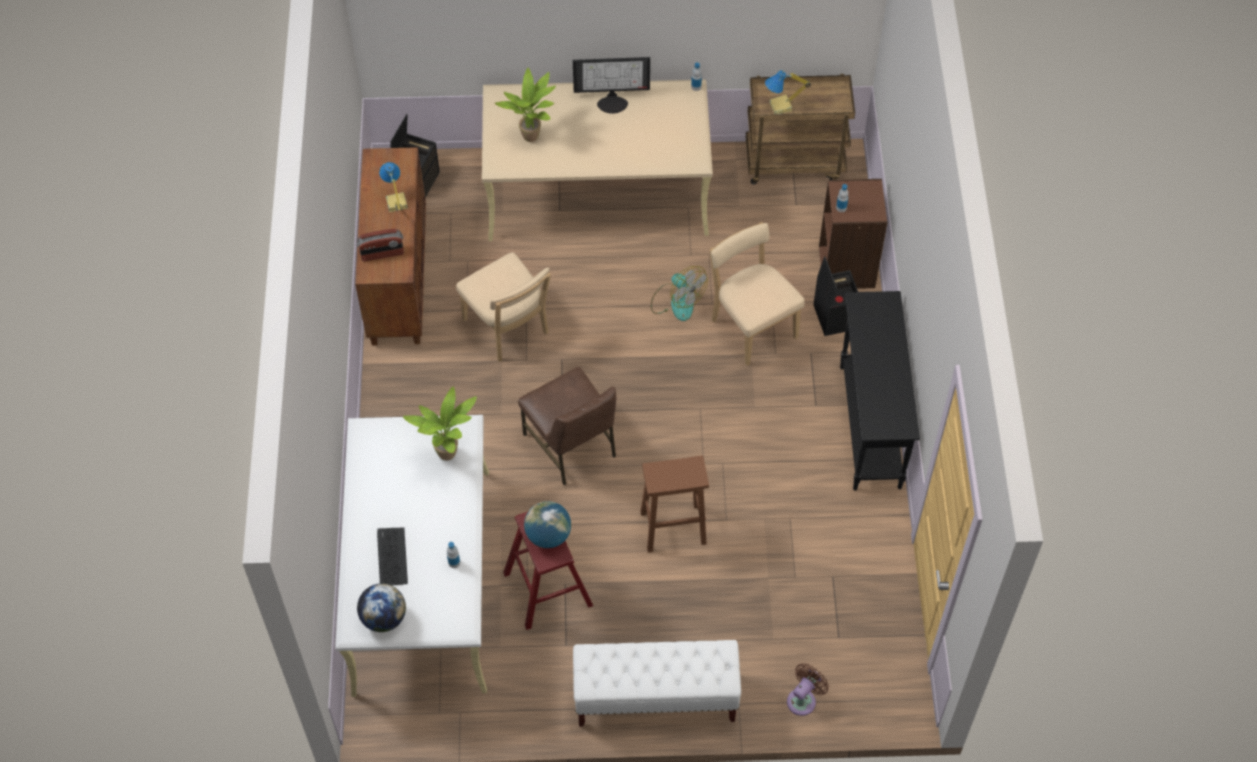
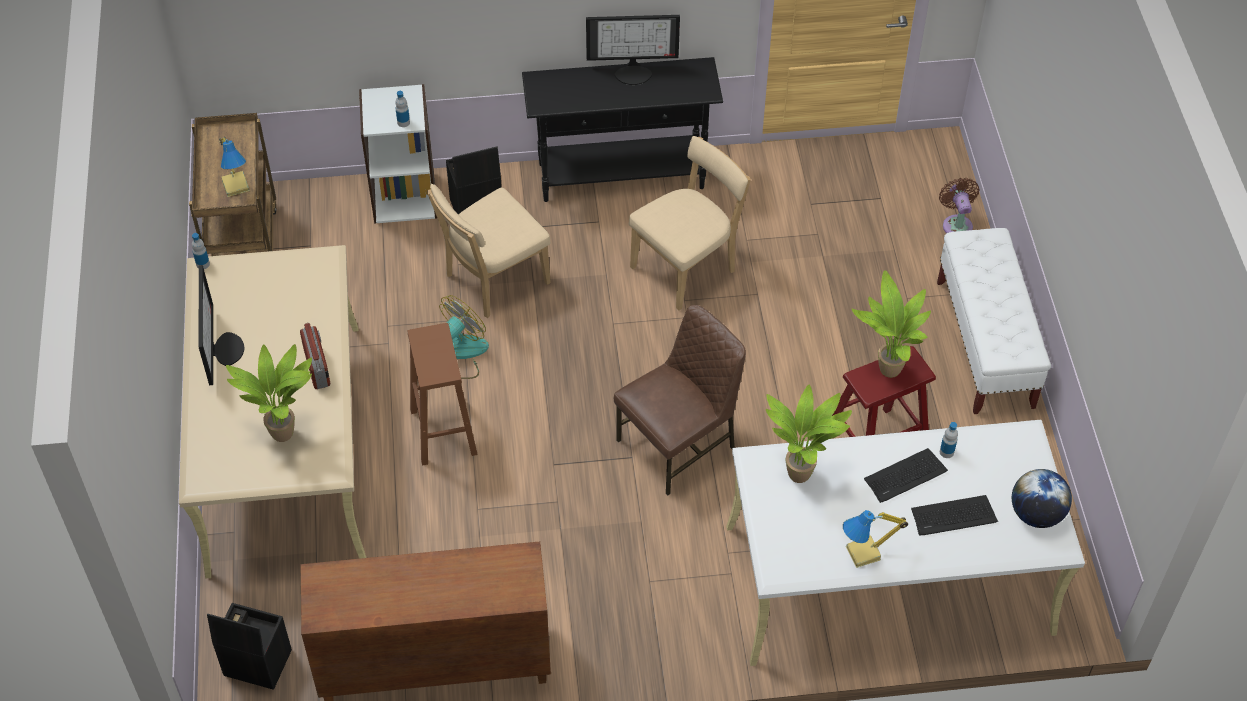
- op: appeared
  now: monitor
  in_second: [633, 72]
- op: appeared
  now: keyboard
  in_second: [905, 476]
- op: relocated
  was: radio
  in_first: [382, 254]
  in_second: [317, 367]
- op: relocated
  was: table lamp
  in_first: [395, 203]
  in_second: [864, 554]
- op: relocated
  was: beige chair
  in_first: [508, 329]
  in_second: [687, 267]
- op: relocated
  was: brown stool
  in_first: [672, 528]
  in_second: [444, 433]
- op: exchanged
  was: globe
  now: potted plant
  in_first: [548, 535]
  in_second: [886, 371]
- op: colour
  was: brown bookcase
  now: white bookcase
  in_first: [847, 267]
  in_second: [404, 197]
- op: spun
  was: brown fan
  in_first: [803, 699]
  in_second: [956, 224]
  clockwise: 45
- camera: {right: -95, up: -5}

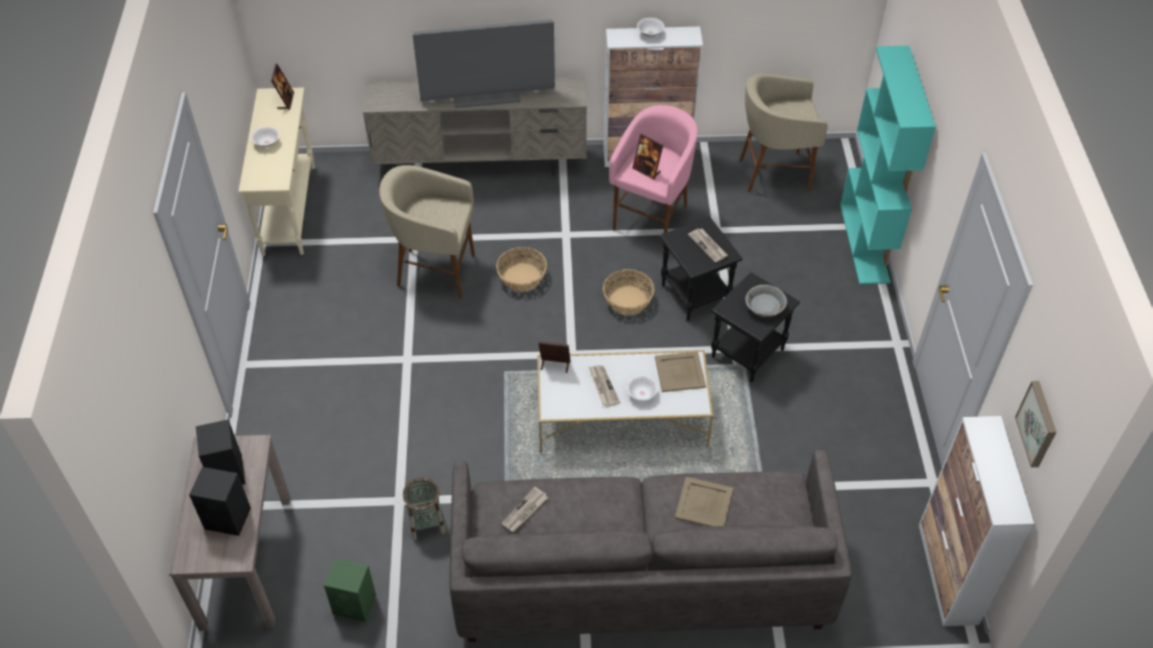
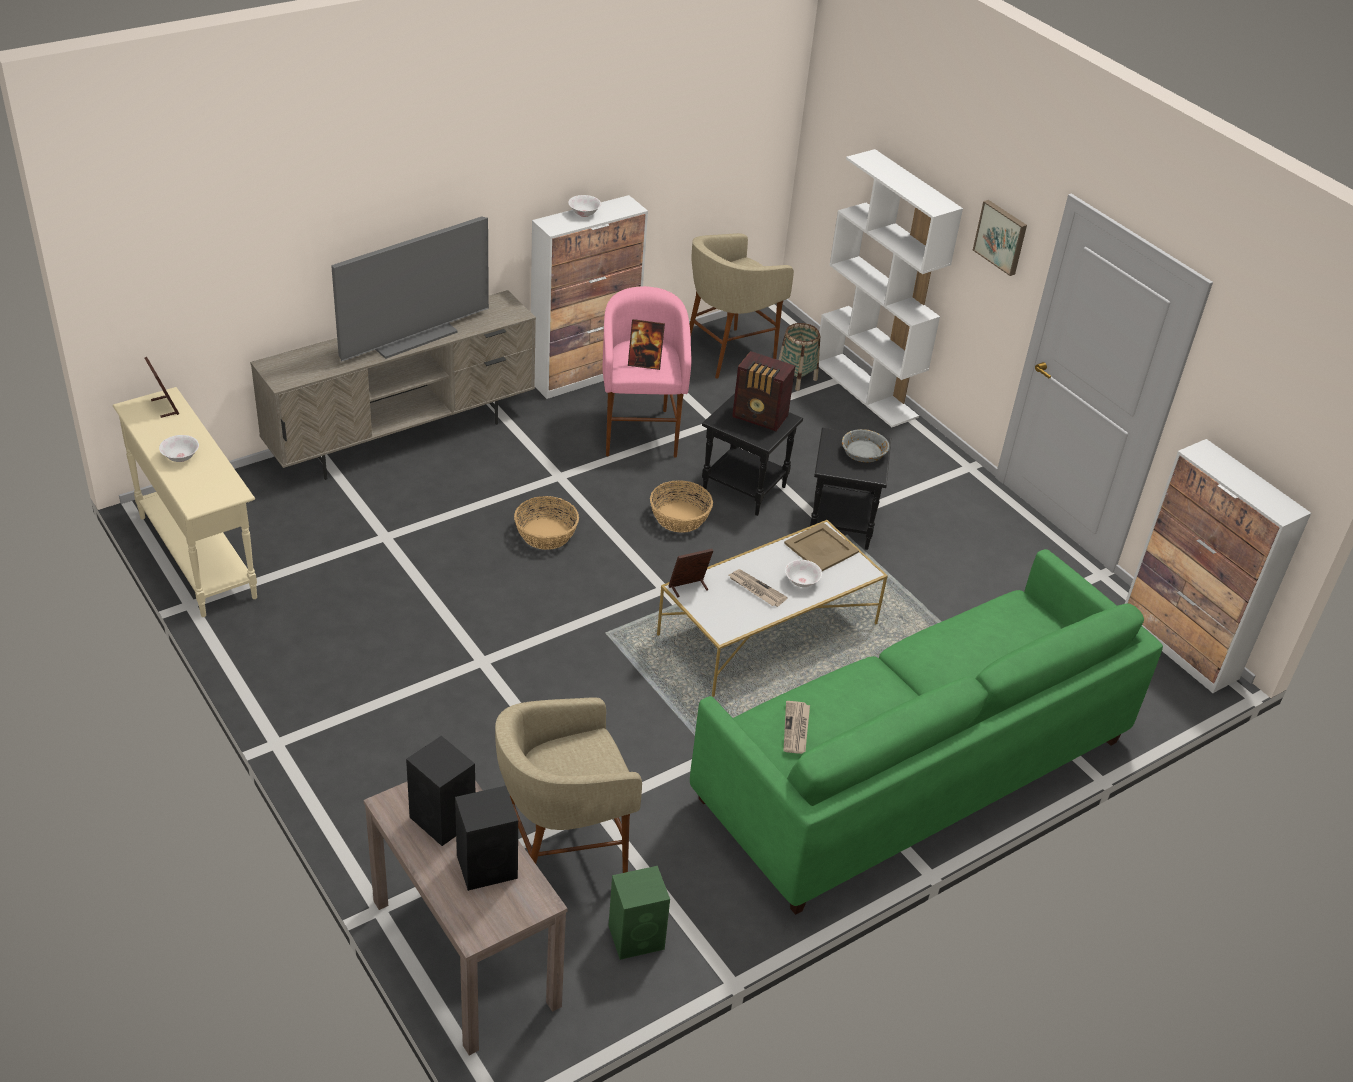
- op: missing
  was: beige tray
  in_first: [704, 503]
- op: relocated
  was: beige stool
  in_first: [435, 272]
  in_second: [561, 854]
- op: relocated
  was: basket
  in_first: [426, 523]
  in_second: [796, 378]
- op: relocated
  was: picture
  in_first: [1038, 424]
  in_second: [1001, 237]
- op: exchanged
  was: newspaper
  now: radio
  in_first: [708, 246]
  in_second: [760, 417]
- op: colour
  was: grey sofa
  now: green sofa
  in_first: [641, 575]
  in_second: [914, 769]
- op: colour
  was: turquoise bookcase
  now: white bookcase
  in_first: [865, 243]
  in_second: [866, 390]
- camera: {right: -35, up: -10}

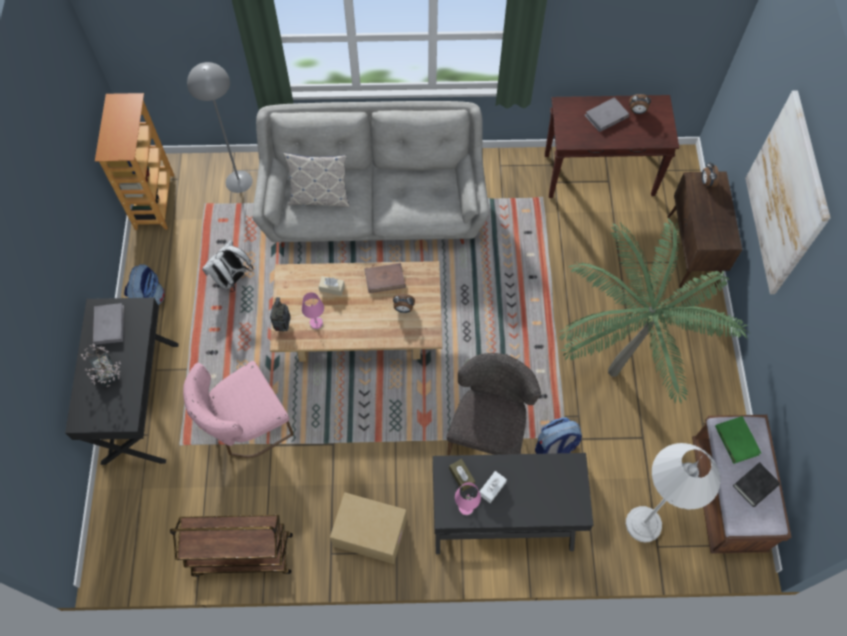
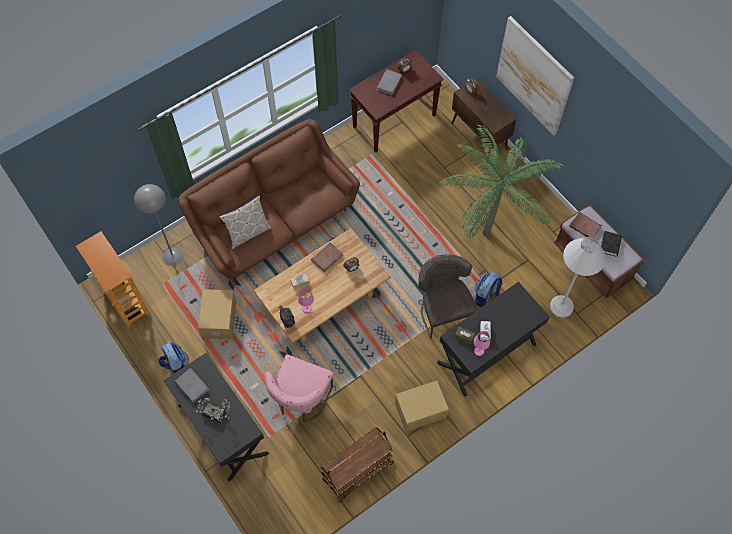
- op: exchanged
  was: white backpack
  now: cardboard box
  in_first: [232, 280]
  in_second: [220, 320]
- op: colour
  was: grey sofa
  now: brown sofa
  in_first: [374, 209]
  in_second: [274, 222]
- op: colour
  was: green book
  now: brown book
  in_first: [736, 440]
  in_second: [584, 227]
- camera: {right: -35, up: 0}

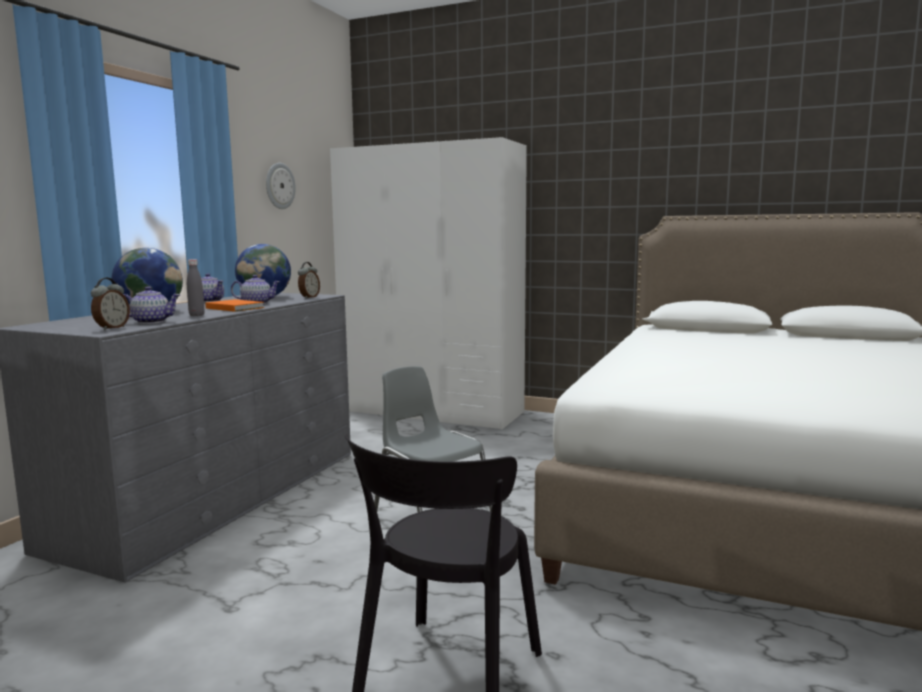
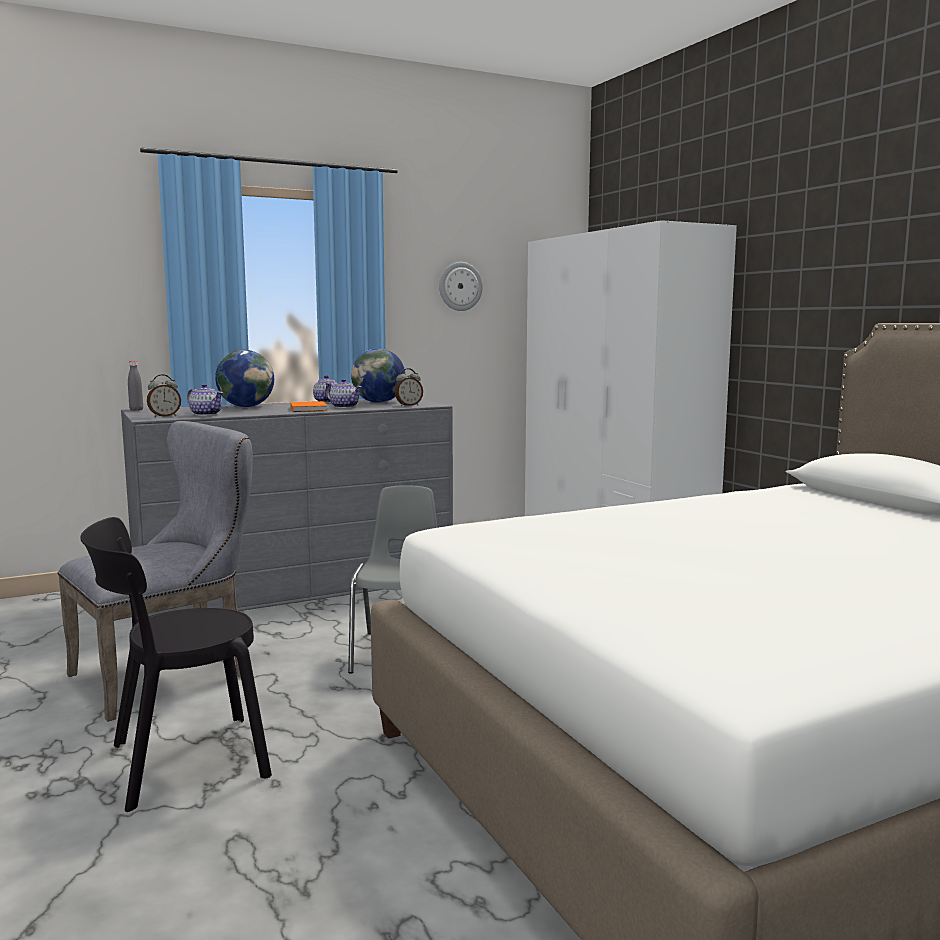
- op: appeared
  now: grey chair
  in_second: [171, 674]
- op: relocated
  was: grey bottle
  in_first: [196, 315]
  in_second: [136, 410]
- camera: {right: 40, up: 0}

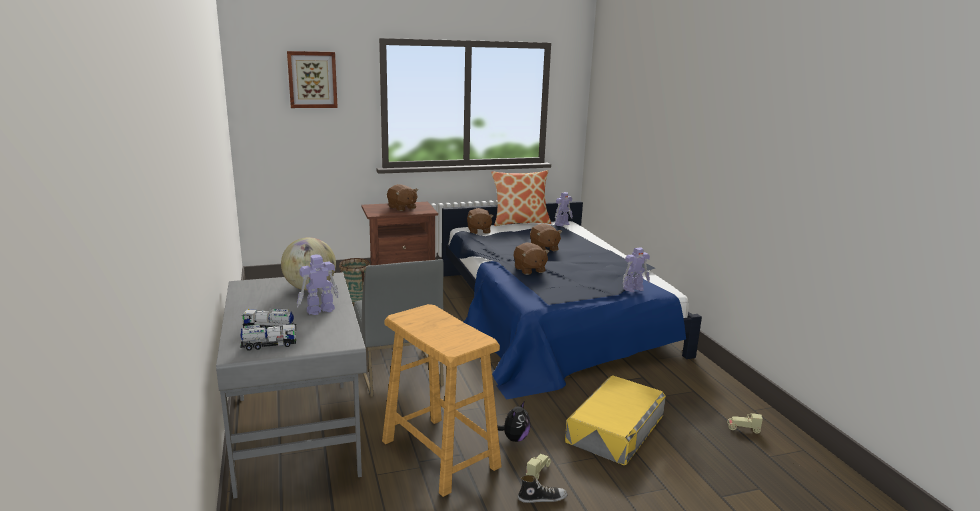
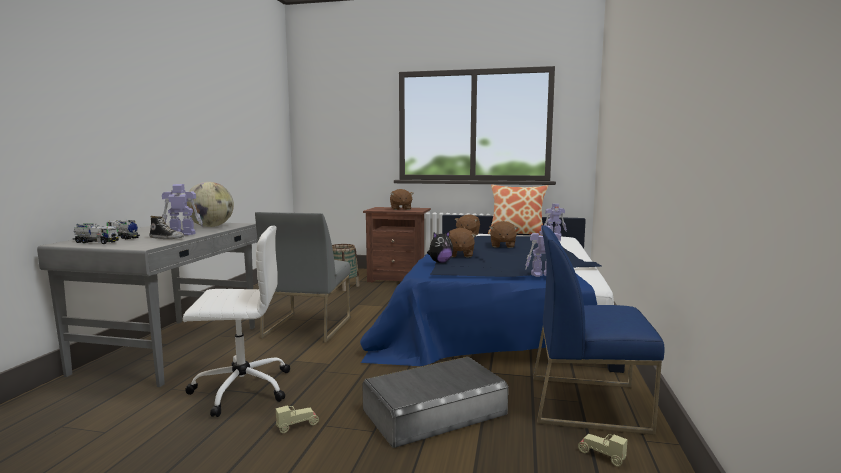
- op: missing
  was: picture
  in_first: [312, 79]
- op: appeared
  now: blue chair
  in_second: [588, 403]
- op: relocated
  was: plush toy
  in_first: [514, 438]
  in_second: [440, 262]
- op: relocated
  was: shoe
  in_first: [542, 498]
  in_second: [167, 238]
- op: exchanged
  was: beige stool
  now: white office chair
  in_first: [440, 454]
  in_second: [240, 388]
- op: colour
  was: yellow storage box
  now: grey storage box
  in_first: [615, 428]
  in_second: [434, 411]
- camera: {right: 30, up: -10}

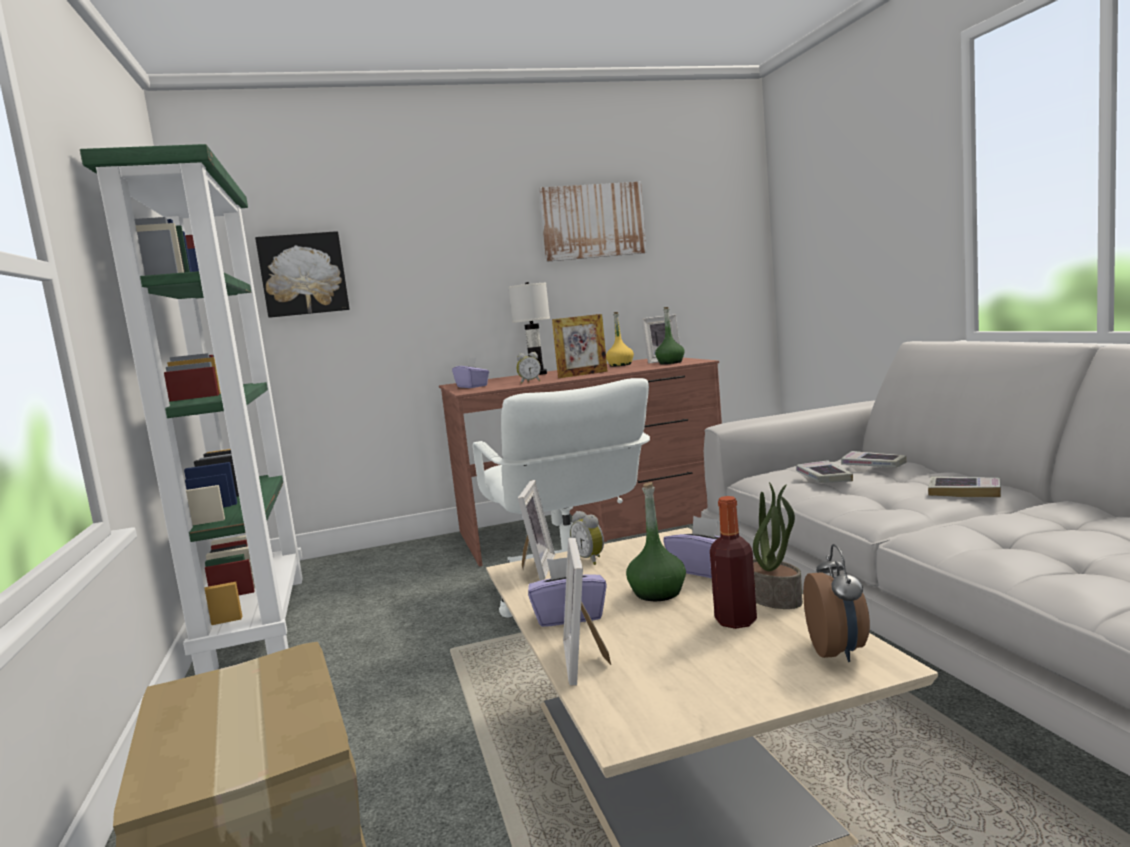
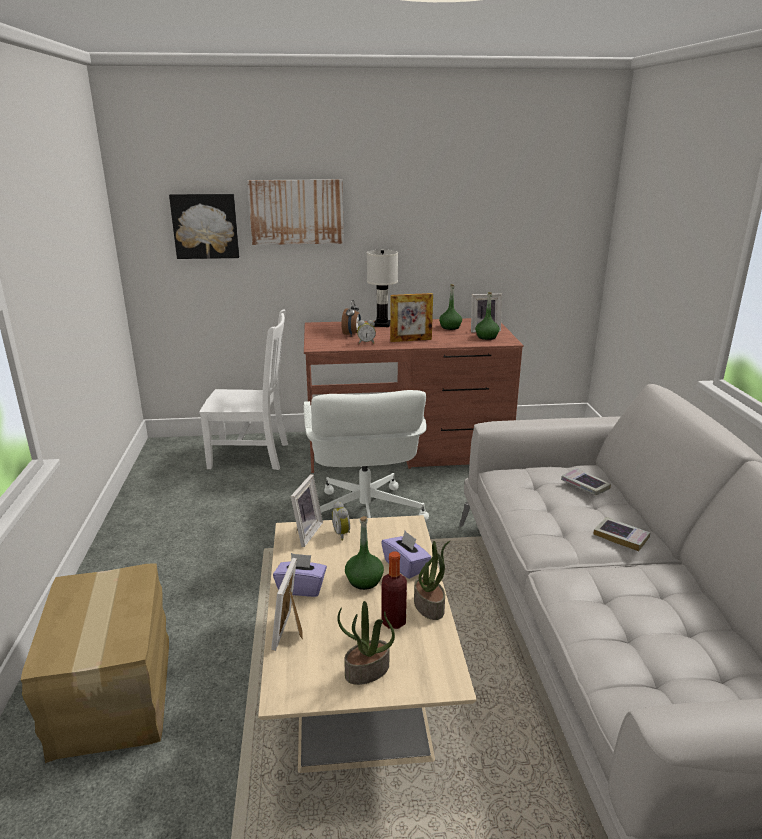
- op: missing
  was: green bookcase
  in_first: [255, 621]
- op: missing
  was: purple tissue box
  in_first: [472, 386]
- op: missing
  was: book
  in_first: [823, 477]
- op: appeared
  now: white chair
  in_second: [252, 456]
- op: appeared
  now: potted plant
  in_second: [367, 671]
- op: relocated
  was: picture
  in_first: [592, 221]
  in_second: [296, 212]
- op: relocated
  was: alarm clock
  in_first: [838, 652]
  in_second: [352, 334]
- op: colour
  was: yellow bottle
  now: green bottle
  in_first: [620, 365]
  in_second: [450, 327]
- camera: {right: 10, up: 15}

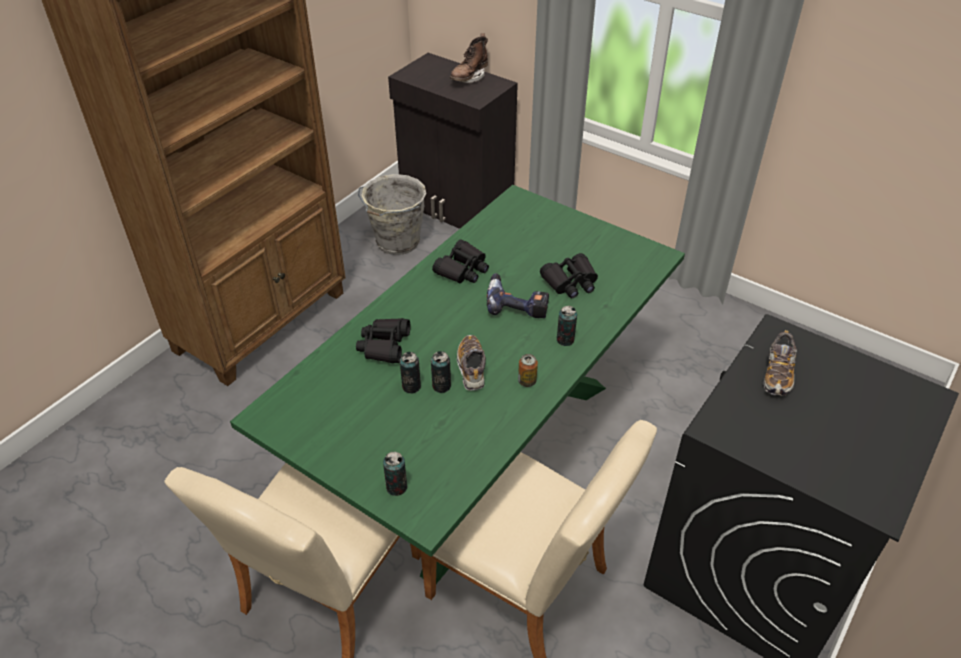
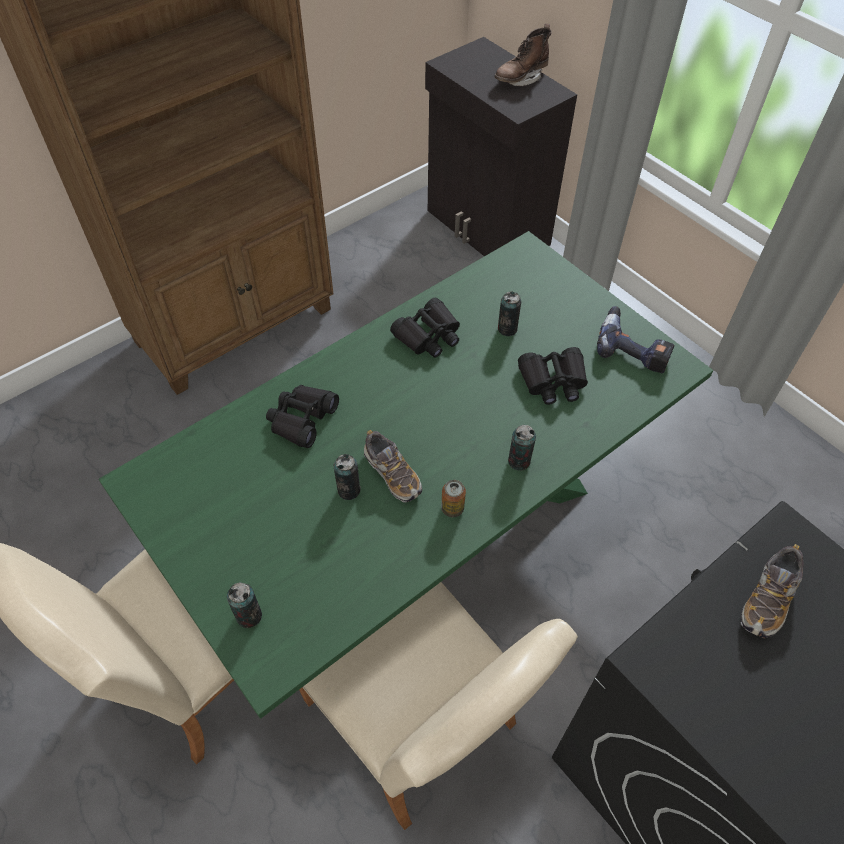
- op: missing
  was: grey bucket
  in_first: [396, 242]
- op: relocated
  was: can
  in_first: [411, 386]
  in_second: [507, 329]
- op: relocated
  was: power drill
  in_first: [517, 303]
  in_second: [633, 347]
- op: spun
  was: shoe
  in_first: [471, 368]
  in_second: [392, 474]
  clockwise: 135
- camera: {right: 15, up: 10}

